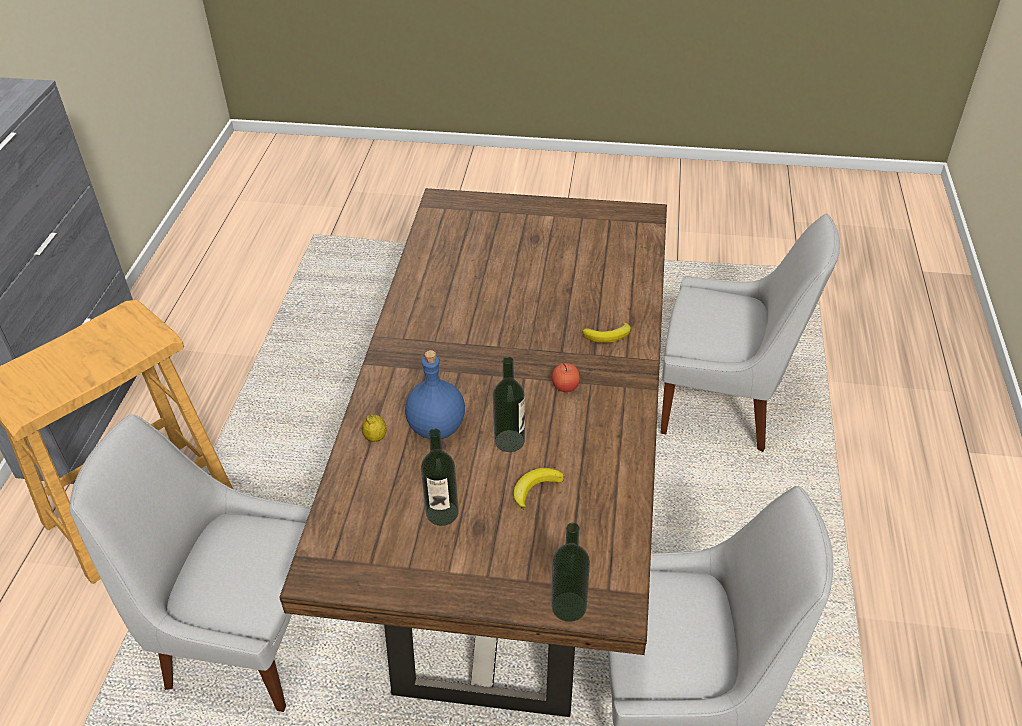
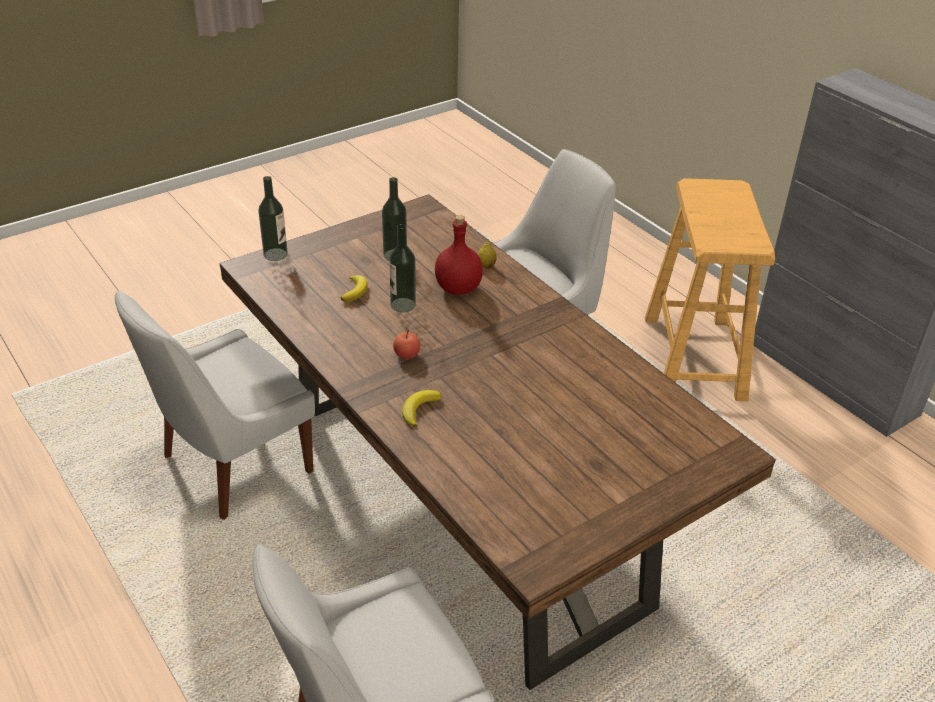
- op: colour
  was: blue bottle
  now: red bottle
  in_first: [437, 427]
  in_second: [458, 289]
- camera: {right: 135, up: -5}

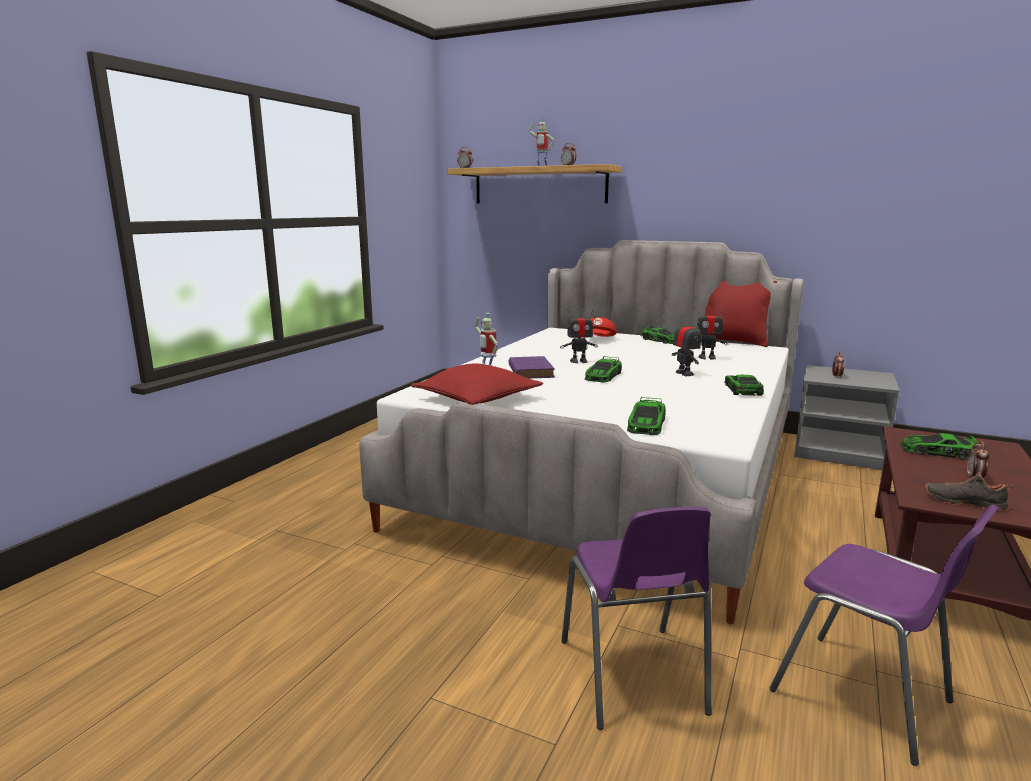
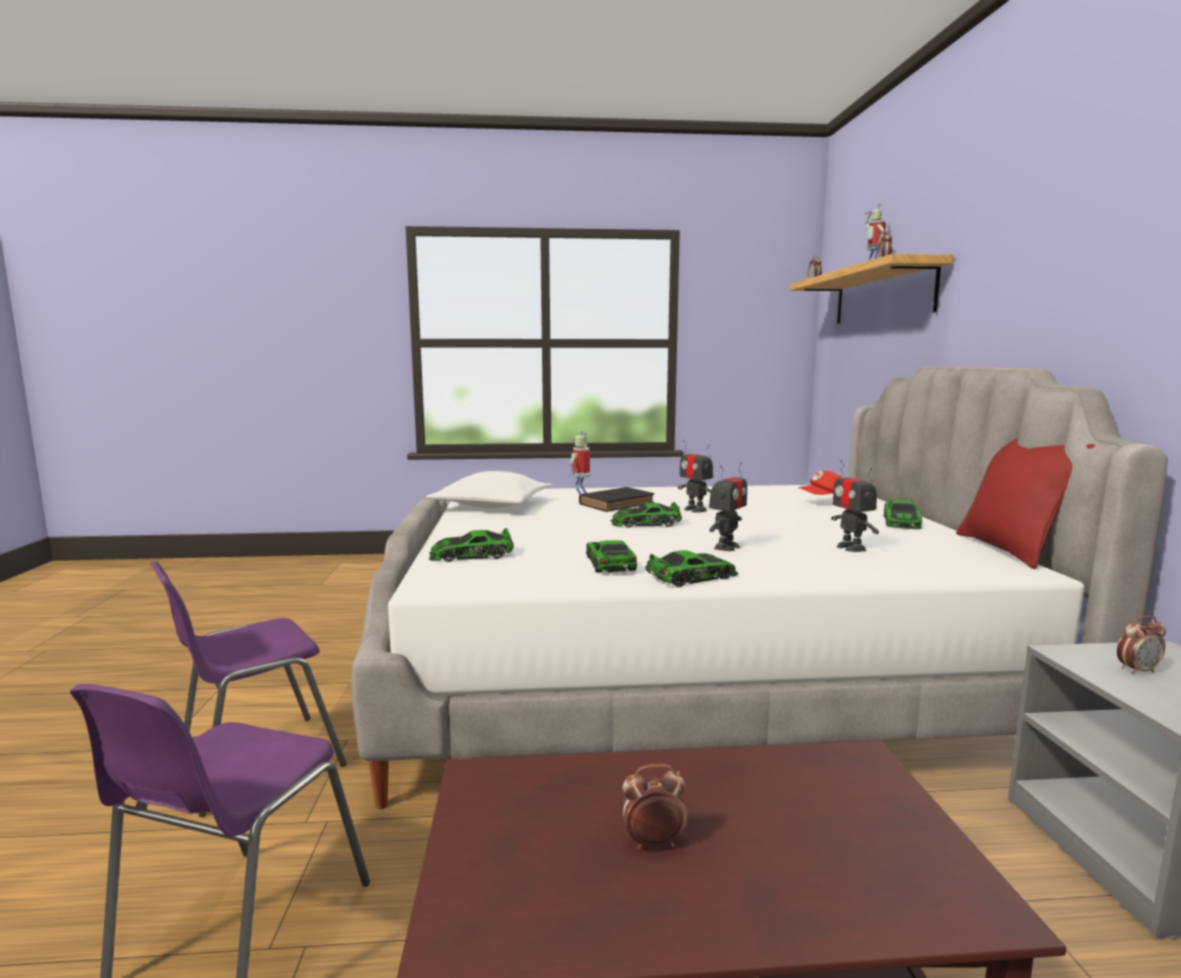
- op: missing
  was: black shoe
  in_first: [963, 502]
- op: relocated
  was: toy car
  in_first: [937, 452]
  in_second: [610, 563]
- op: colour
  was: red pillow
  now: white pillow
  in_first: [477, 399]
  in_second: [492, 505]
- op: colour
  was: purple book
  now: black book
  in_first: [530, 371]
  in_second: [618, 503]
- camera: {right: 60, up: -5}

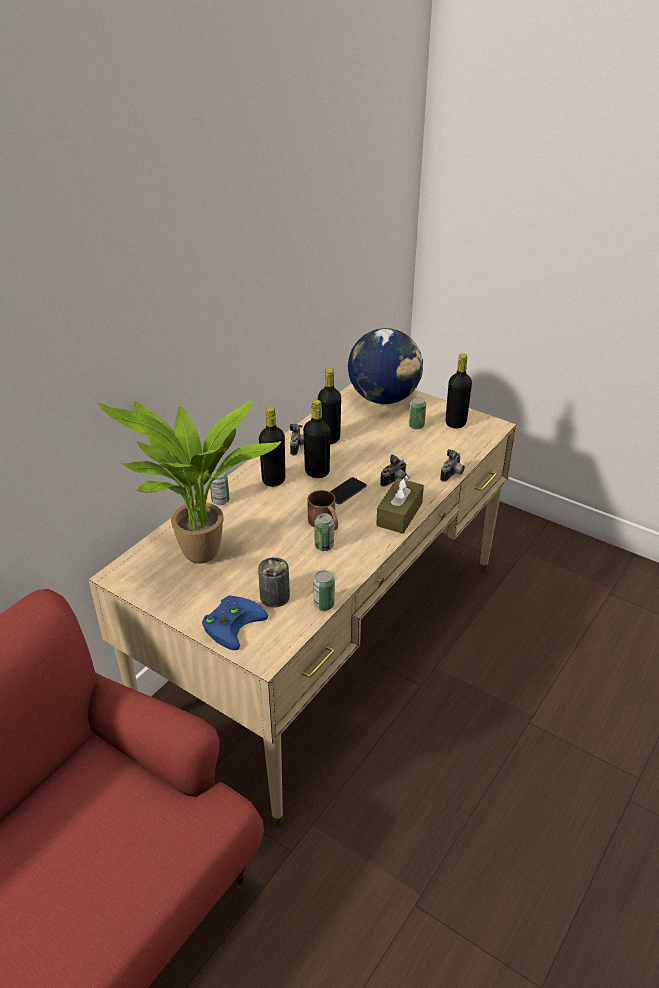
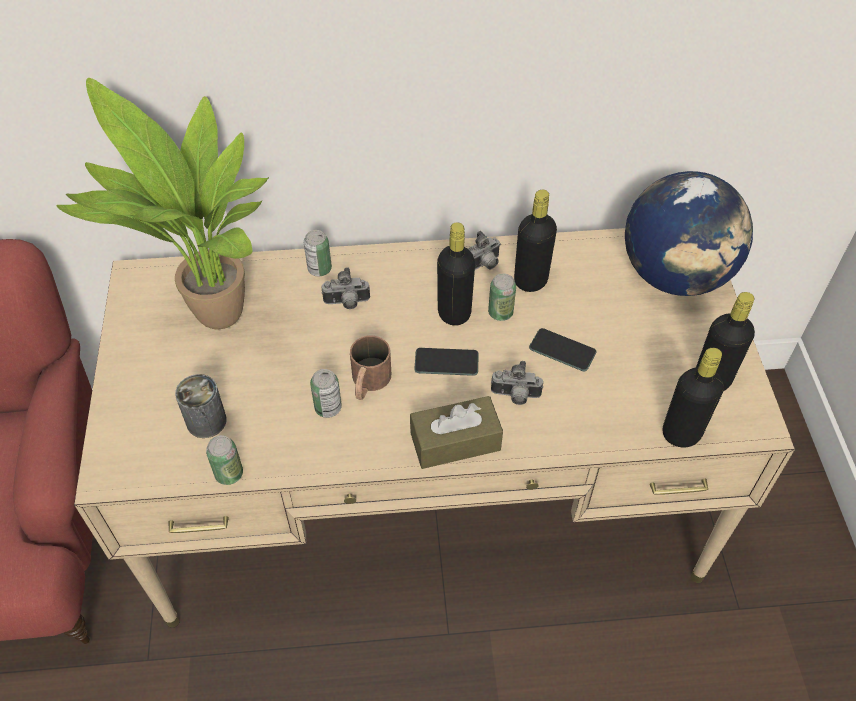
- op: missing
  was: blue game controller
  in_first: [232, 622]
- op: appeared
  now: phone
  in_second: [562, 350]
- op: relocated
  was: black bottle
  in_first: [273, 480]
  in_second: [681, 433]
- op: relocated
  was: can
  in_first: [416, 426]
  in_second: [500, 313]
- op: relocated
  was: photo camera
  in_first: [452, 475]
  in_second: [347, 303]
- camera: {right: 50, up: 15}

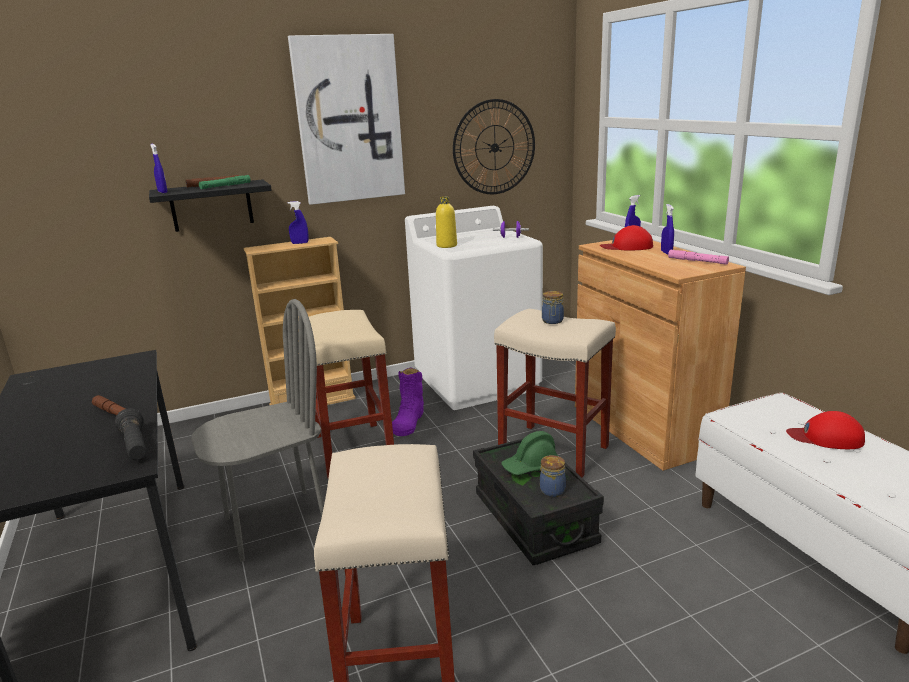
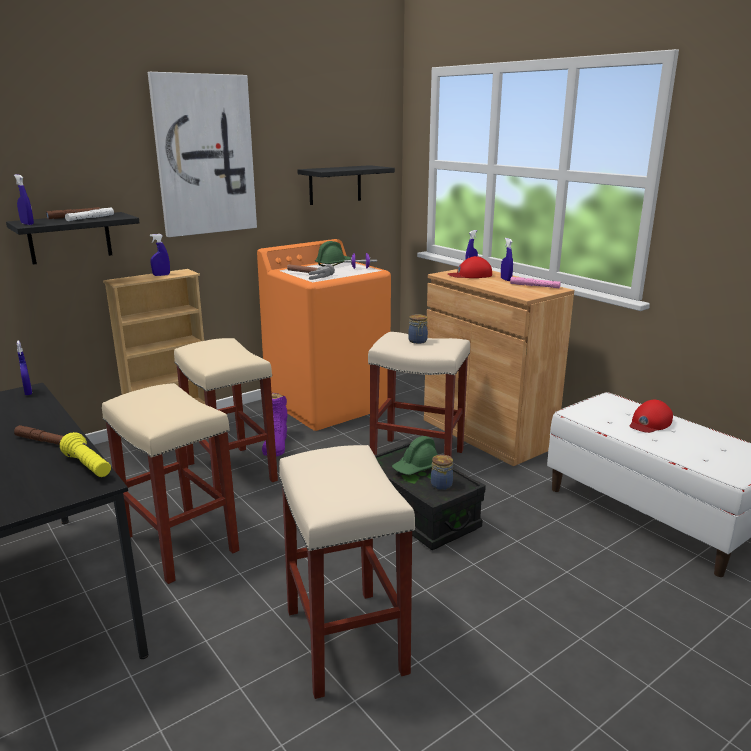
- op: appeared
  now: blue spray bottle
  in_second: [28, 392]
- op: appeared
  now: green hard hat
  in_second: [334, 264]
- op: exchanged
  was: grey chair
  now: beige stool
  in_first: [276, 524]
  in_second: [181, 544]
- op: exchanged
  was: yellow bottle
  now: hammer
  in_first: [446, 245]
  in_second: [305, 276]
- op: exchanged
  was: wall clock
  now: black shelf
  in_first: [494, 147]
  in_second: [335, 185]
- op: colour
  was: black flashlight
  now: yellow flashlight
  in_first: [135, 446]
  in_second: [88, 466]
- op: colour
  was: green flashlight
  now: white flashlight
  in_first: [225, 186]
  in_second: [90, 218]
- op: colour
  was: white washing machine
  now: orange washing machine
  in_first: [477, 381]
  in_second: [328, 404]
- op: spun
  was: red cap
  in_first: [826, 437]
  in_second: [649, 423]
  clockwise: -45
- camera: {right: -15, up: 0}

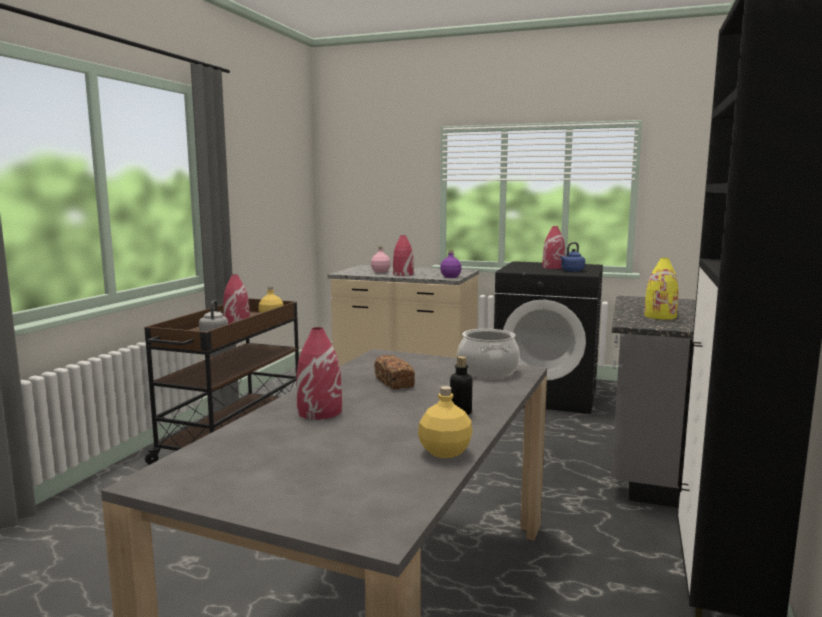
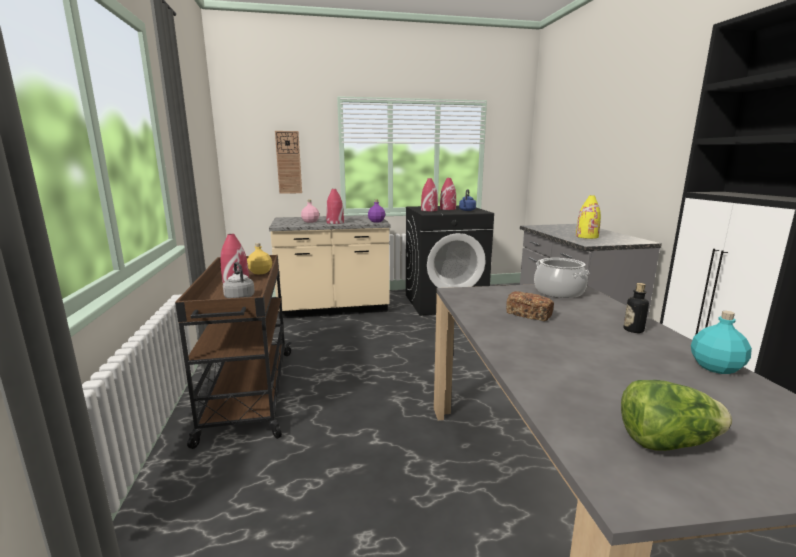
- op: appeared
  now: wall clock
  in_second: [288, 162]
- op: appeared
  now: lettuce
  in_second: [666, 442]
- op: relocated
  was: red vase
  in_first: [319, 411]
  in_second: [429, 210]
- op: colour
  was: yellow bottle
  now: turquoise bottle
  in_first: [444, 452]
  in_second: [716, 368]
- camera: {right: -30, up: 5}

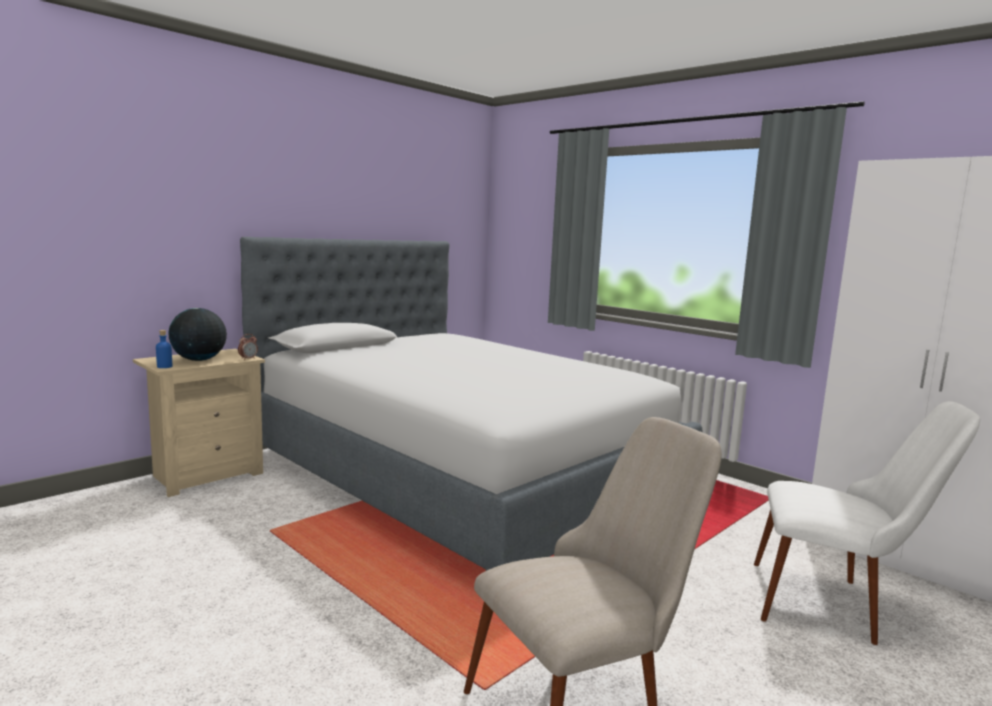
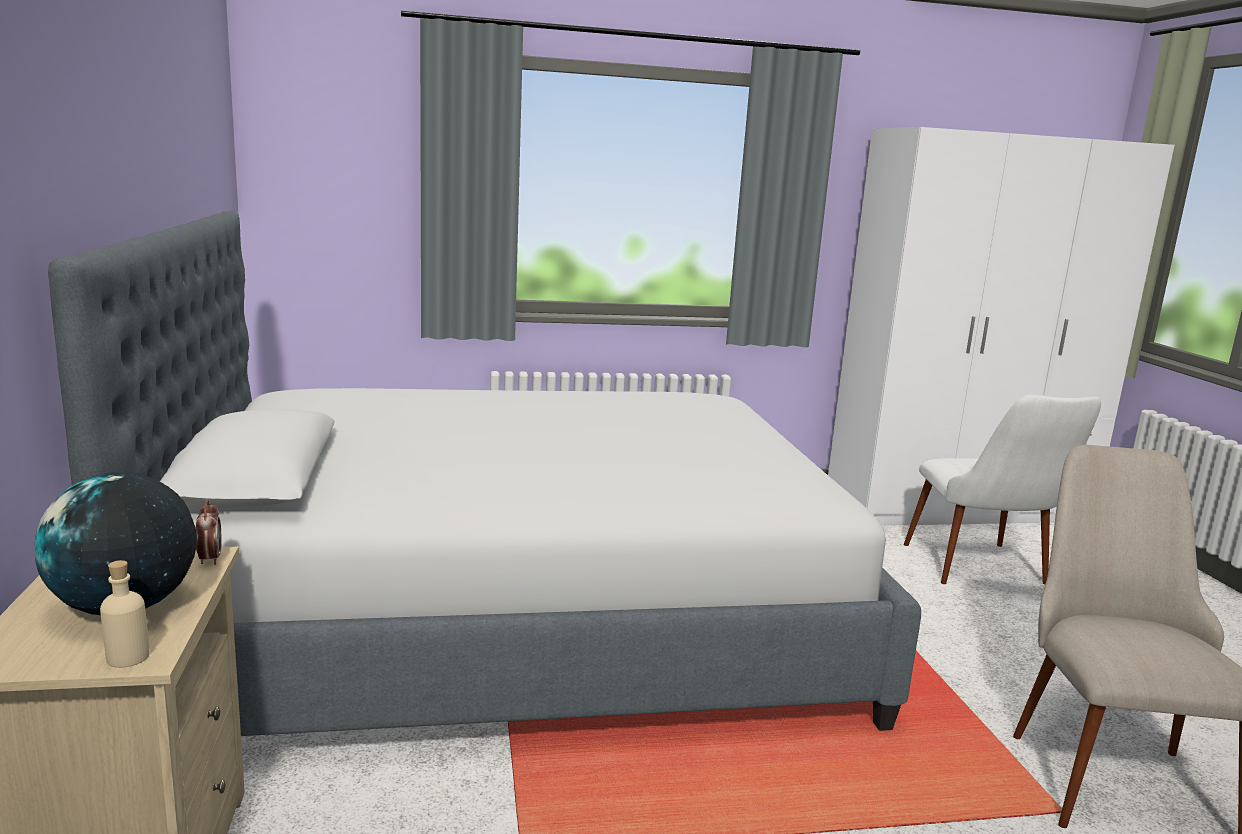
- op: colour
  was: blue bottle
  now: beige bottle
  in_first: [164, 366]
  in_second: [128, 657]
- op: spun
  was: white chair
  in_first: [837, 605]
  in_second: [984, 574]
  clockwise: 120
- camera: {right: -55, up: 5}

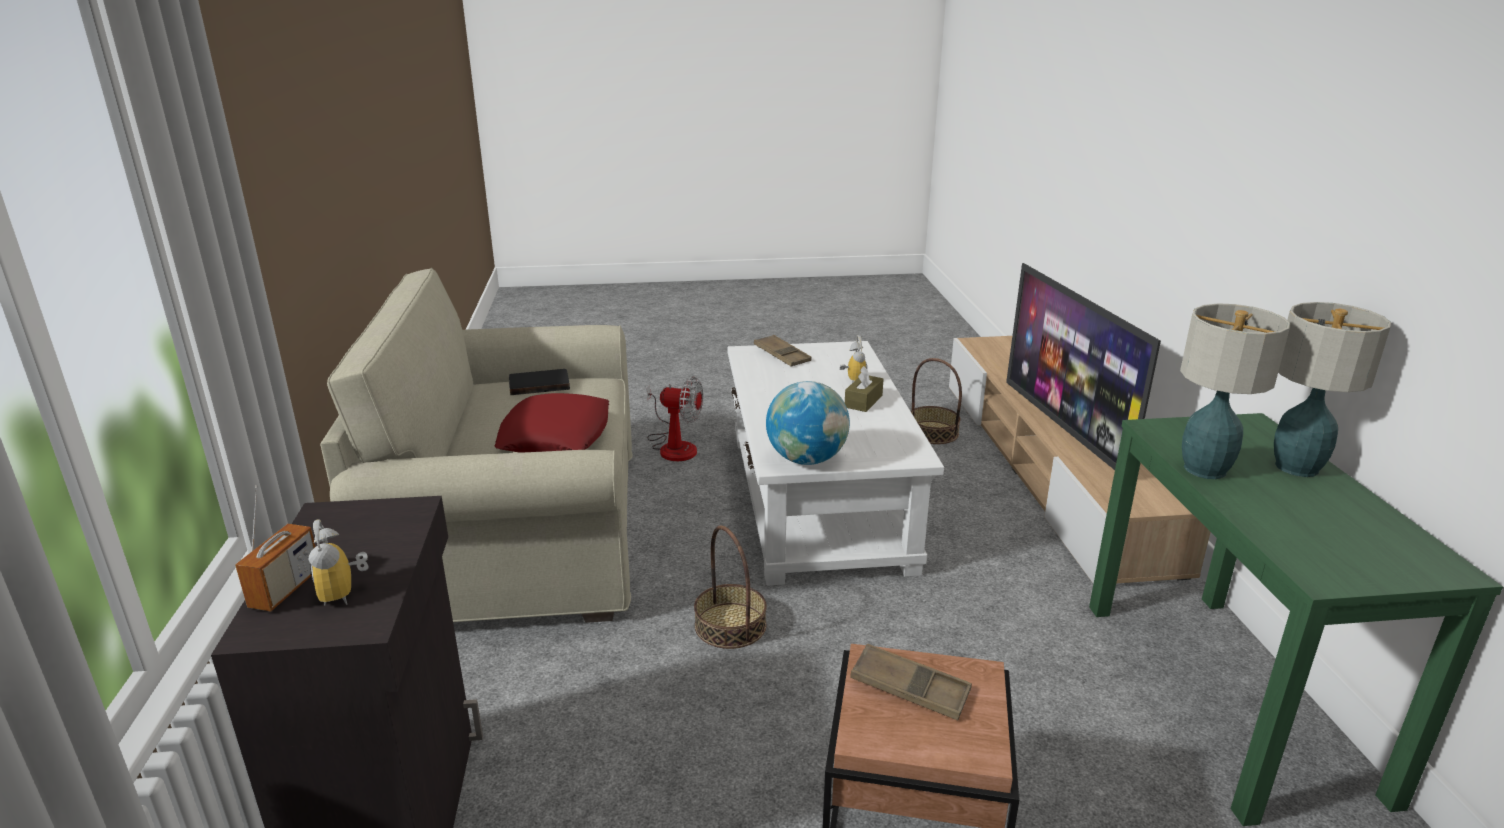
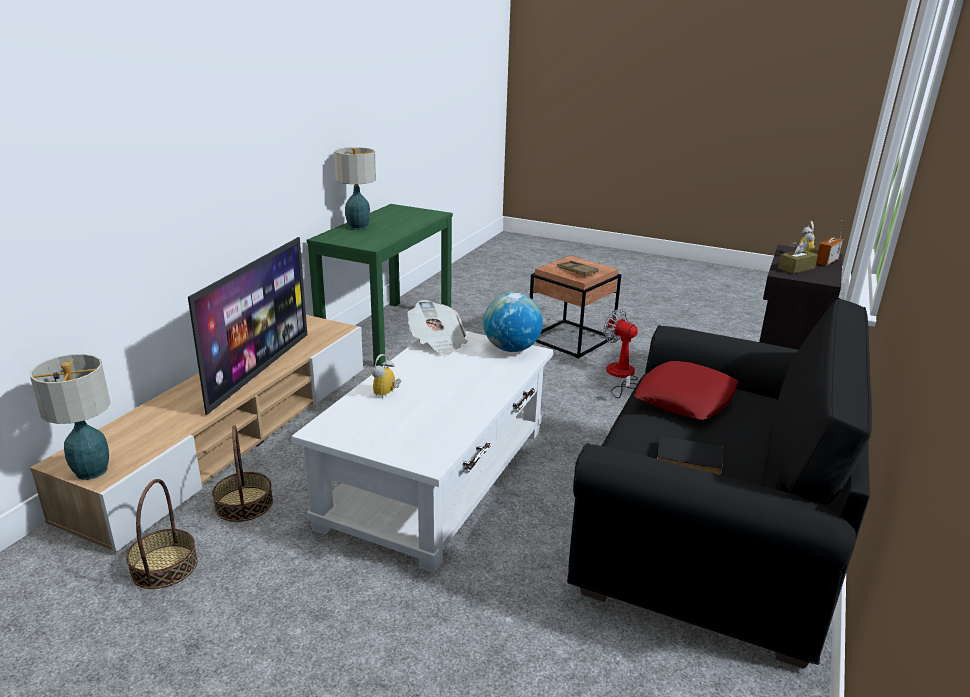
- op: missing
  was: brown tray
  in_first: [782, 355]
- op: appeared
  now: newspaper
  in_second: [437, 343]
- op: relocated
  was: fan
  in_first: [674, 446]
  in_second: [620, 376]
- op: relocated
  was: basket
  in_first: [730, 625]
  in_second: [164, 566]
- op: relocated
  was: brown tissue box
  in_first: [863, 401]
  in_second: [796, 268]
- op: relocated
  was: table lamp
  in_first: [1204, 469]
  in_second: [91, 472]
- op: colour
  was: beige sofa
  now: black sofa
  in_first: [518, 535]
  in_second: [708, 534]
- camera: {right: -150, up: 0}

